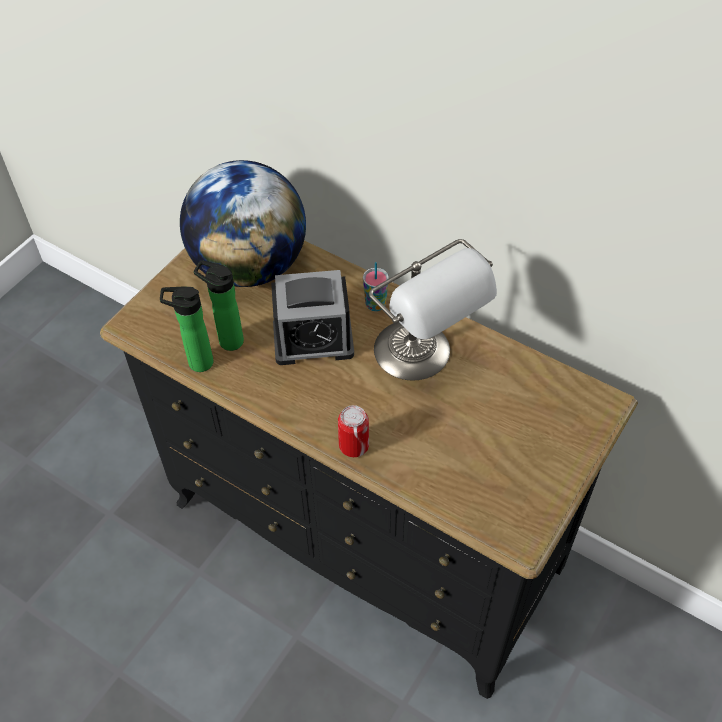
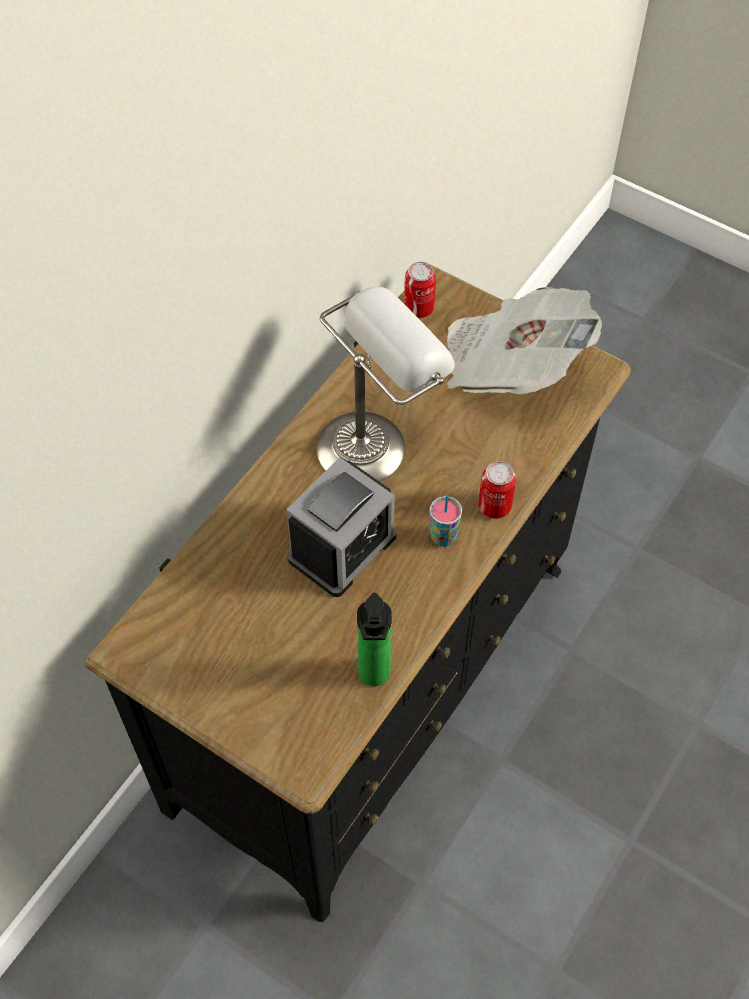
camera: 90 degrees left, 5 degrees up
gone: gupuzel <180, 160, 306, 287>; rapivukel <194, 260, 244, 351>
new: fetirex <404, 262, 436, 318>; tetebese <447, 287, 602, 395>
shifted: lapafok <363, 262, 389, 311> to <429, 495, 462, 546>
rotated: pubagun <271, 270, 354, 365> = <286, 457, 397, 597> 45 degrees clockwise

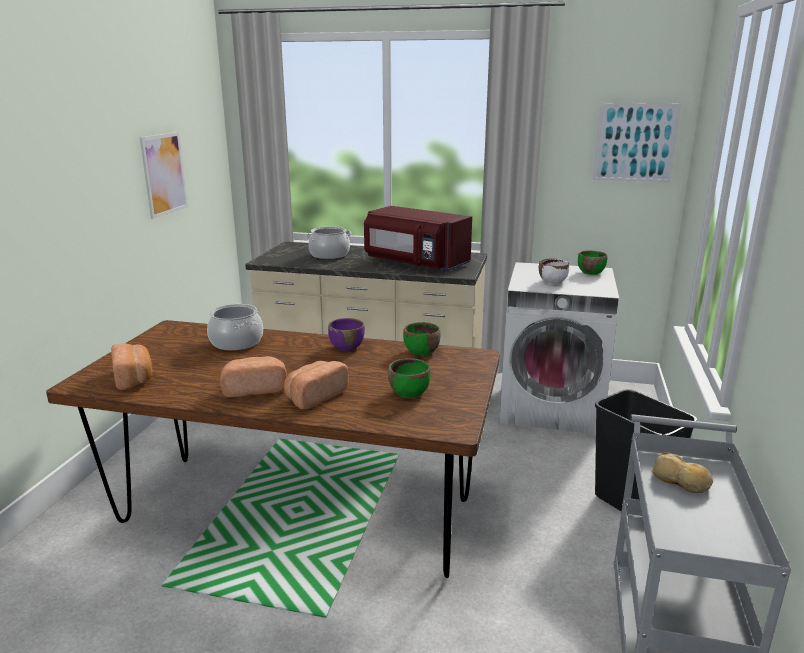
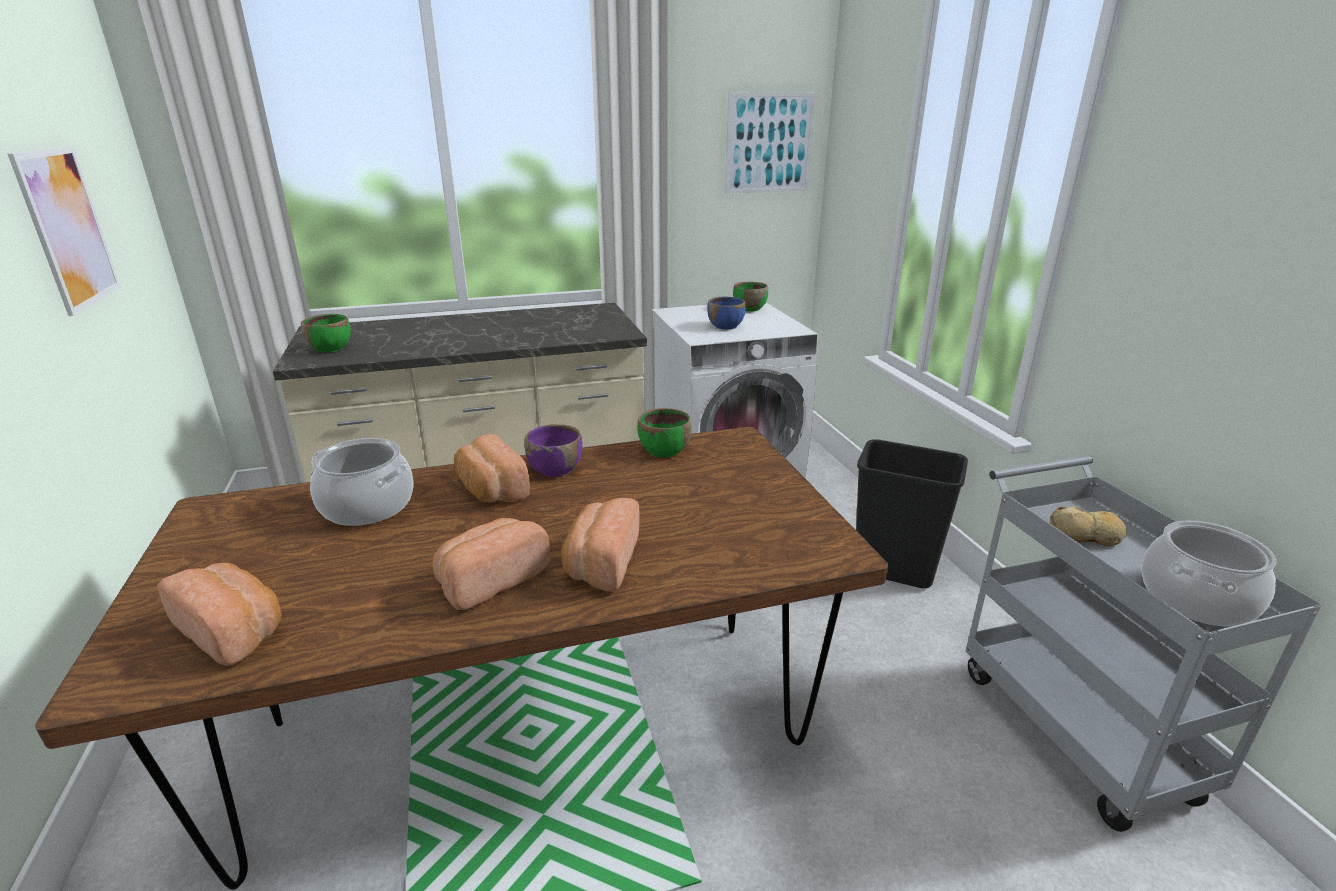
camera: 30 degrees left, 5 degrees up
gone: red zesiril <364, 206, 472, 271>
new: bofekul <454, 434, 530, 503>
shifted: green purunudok <388, 358, 431, 398> to <301, 314, 351, 353>; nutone <306, 227, 352, 259> to <1142, 520, 1276, 627>
repainted: white purunudok <539, 258, 569, 284> to blue purunudok <707, 297, 745, 330>

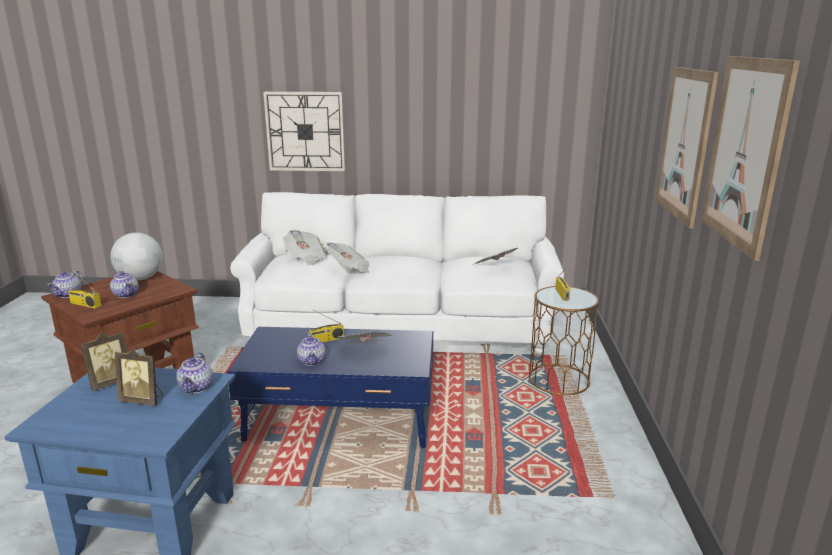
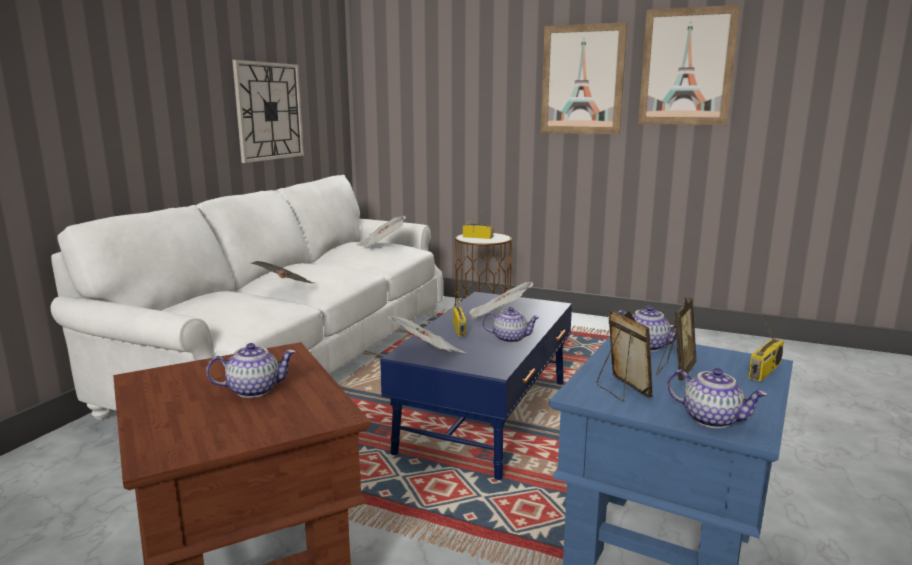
camera: 70 degrees left, 5 degrees down
gone: gupuzel <110, 233, 163, 280>
shifted: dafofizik <263, 92, 345, 171> to <232, 60, 304, 163>; tetebese <283, 230, 327, 265> to <387, 316, 466, 353>; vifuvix <47, 270, 83, 298> to <667, 368, 768, 428>; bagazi <68, 275, 101, 309> to <748, 316, 784, 382>

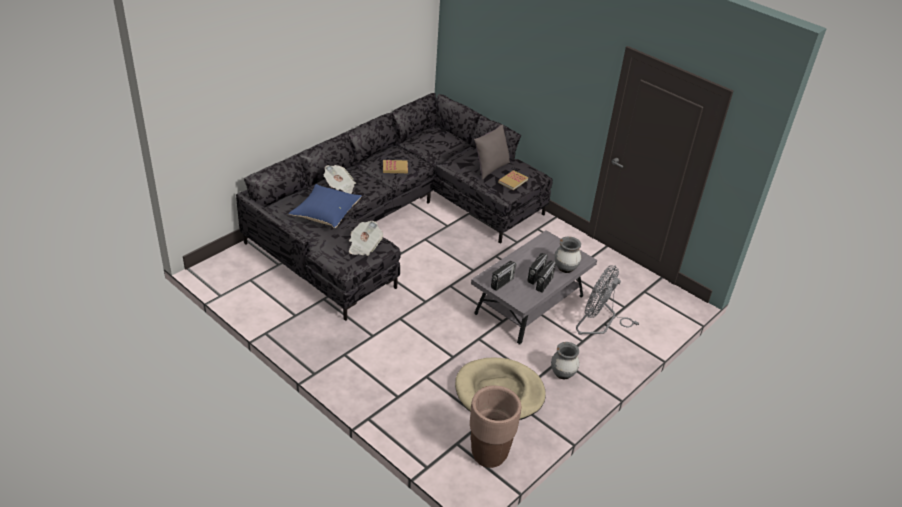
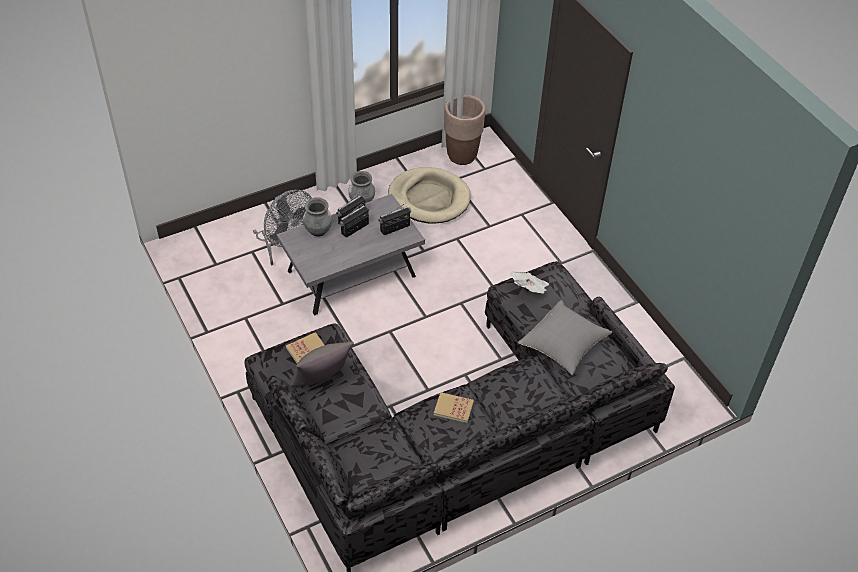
camera: 160 degrees left, 10 degrees up
gone: tetebese <324, 165, 356, 194>
repainted: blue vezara <289, 184, 362, 228> to grey vezara <518, 300, 612, 375>

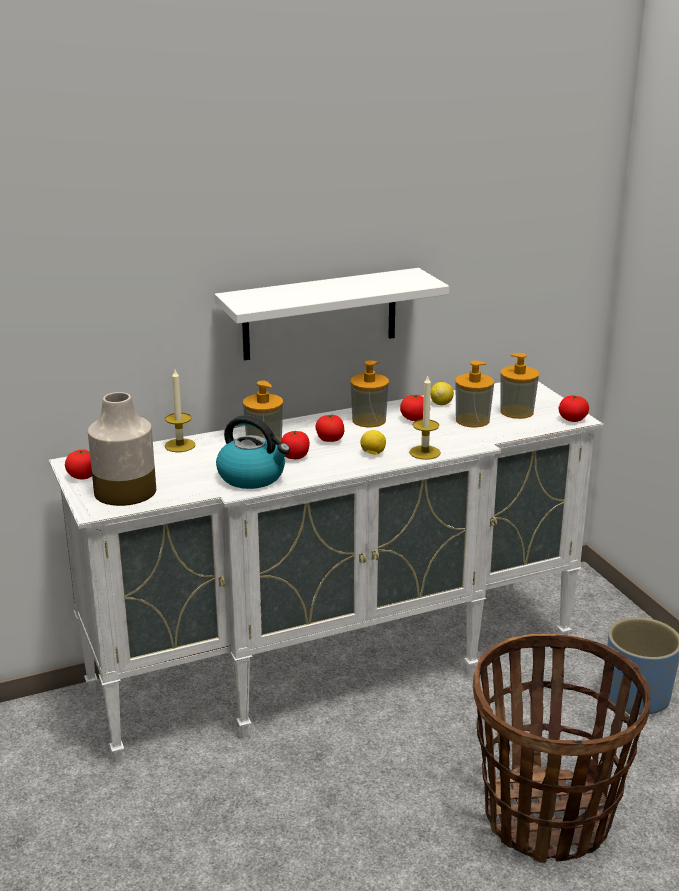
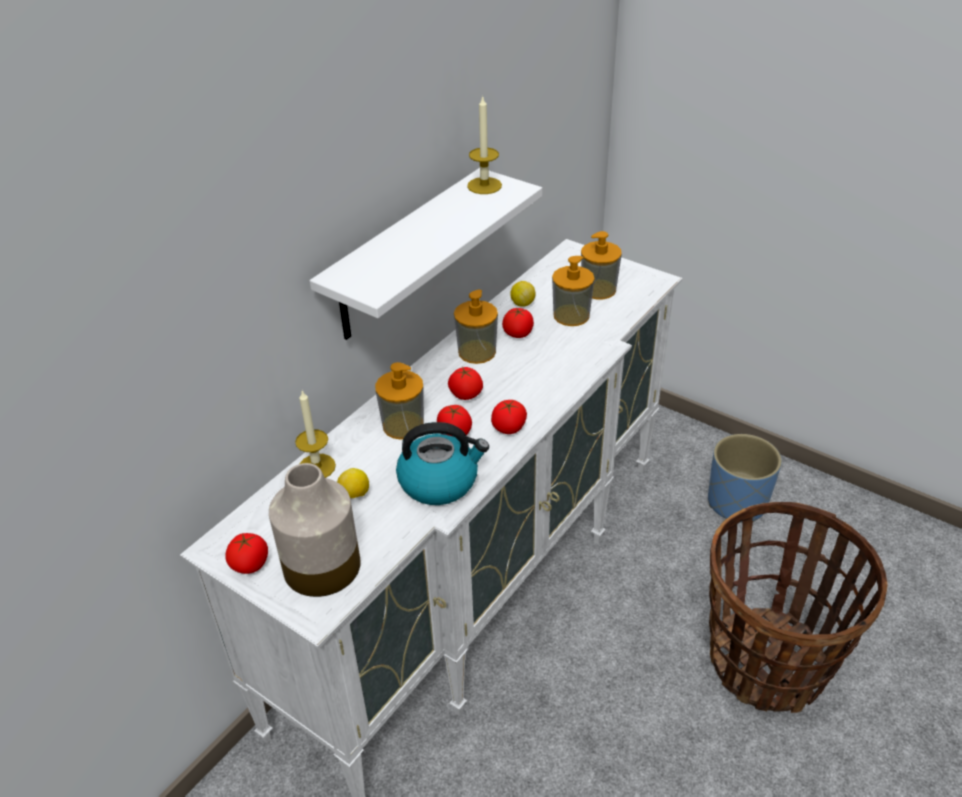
camera: 30 degrees left, 15 degrees up
shifted: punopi <360, 430, 386, 455> to <337, 468, 369, 499>; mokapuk <409, 376, 441, 460> to <467, 95, 502, 194>; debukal <559, 395, 589, 422> to <491, 400, 527, 434>

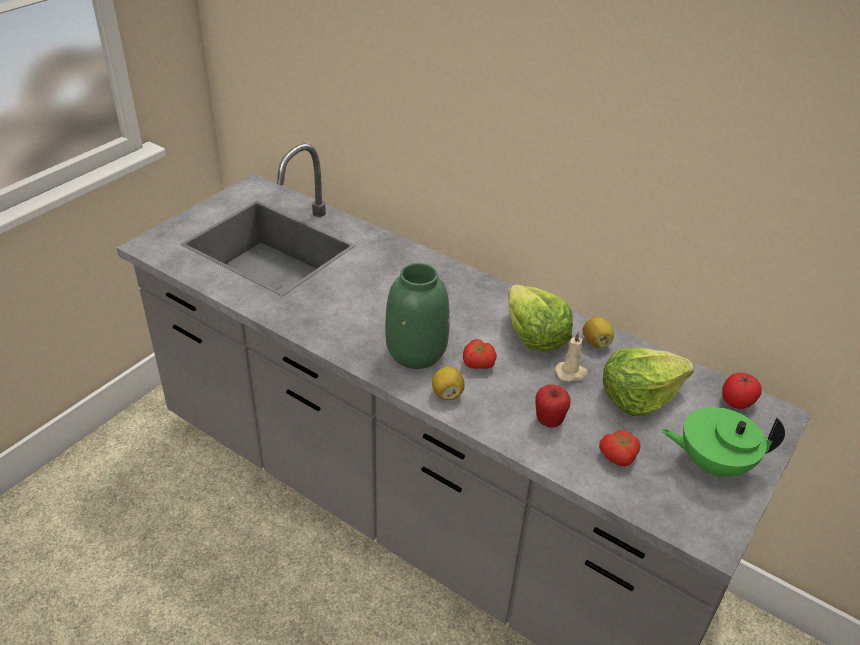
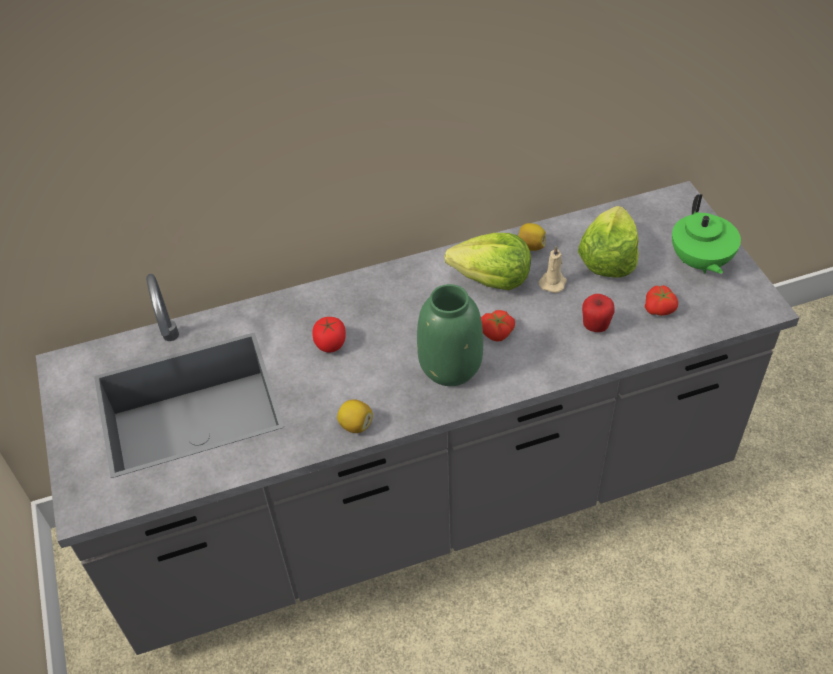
camera: 50 degrees left, 10 degrees up
shifted: debukal <722, 373, 762, 409> to <312, 317, 346, 353>; punopi <432, 367, 465, 400> to <337, 399, 373, 433>
rotated: green vifuvix <661, 407, 785, 478> = <672, 194, 741, 274> 45 degrees counterclockwise

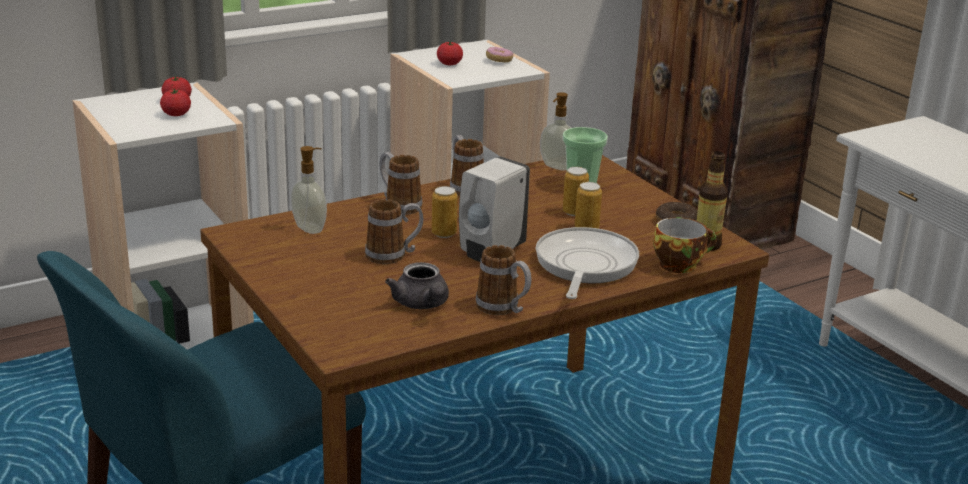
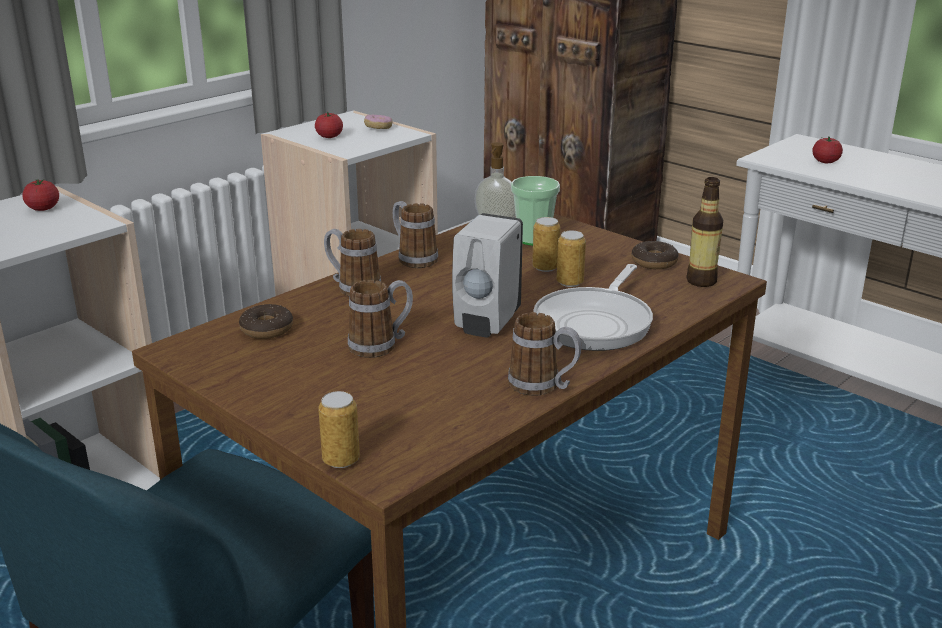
camera: 15 degrees left, 0 degrees up
gone: grey vifuvix <385, 262, 449, 309>; lapafok <653, 217, 717, 273>
shifted: fetirex <432, 186, 458, 238> to <318, 391, 360, 468>; debukal <160, 88, 191, 116> to <812, 137, 843, 163>
swapped: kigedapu <291, 146, 327, 234> to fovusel <239, 304, 293, 339>
rotated: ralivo <536, 227, 639, 299> = <533, 264, 653, 351> 150 degrees counterclockwise

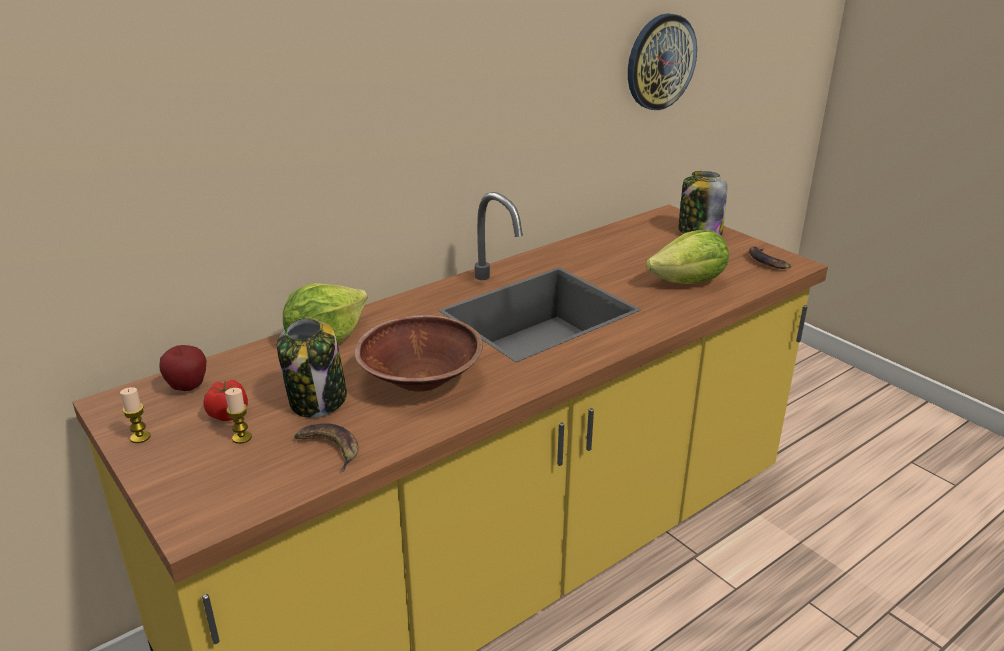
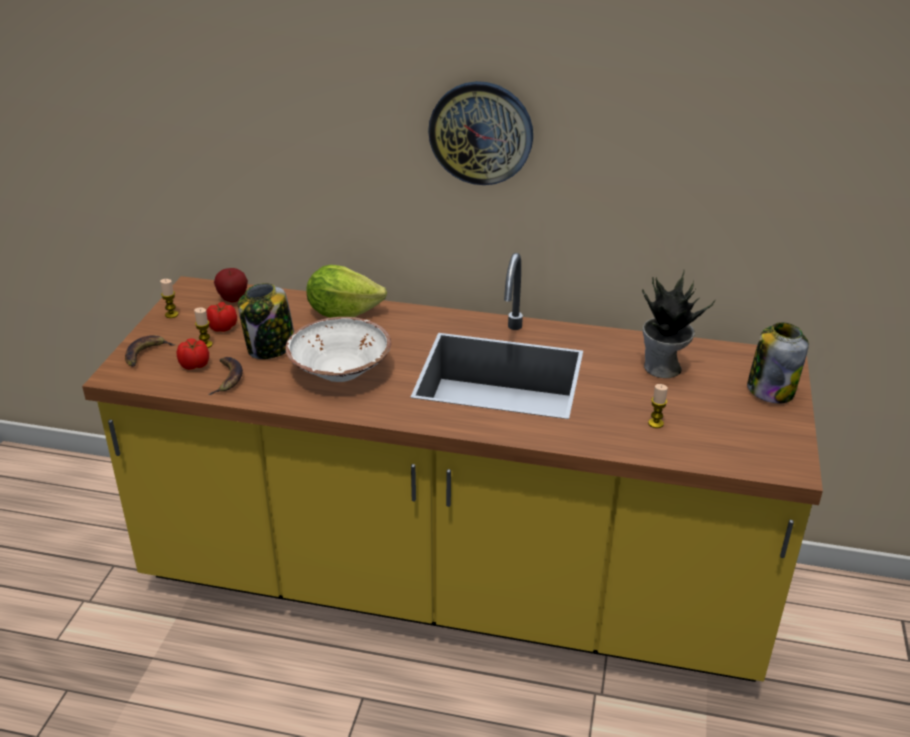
camera: 50 degrees right, 5 degrees up
new: debukal <177, 338, 209, 370>; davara <642, 270, 715, 378>
shifted: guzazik <749, 246, 791, 269> to <125, 335, 176, 367>; dafofizik <628, 13, 697, 110> to <428, 81, 533, 185>
swapped: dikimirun <646, 230, 729, 284> to mokapuk <648, 384, 668, 428>
repainted: brown purunudok <354, 315, 483, 392> to white purunudok <285, 317, 391, 382>

